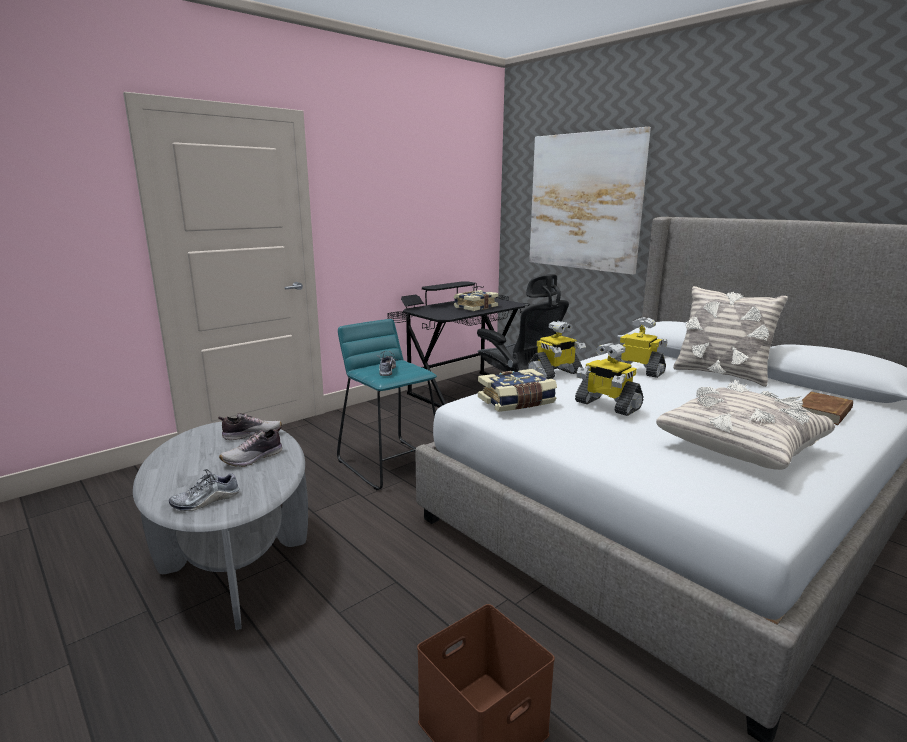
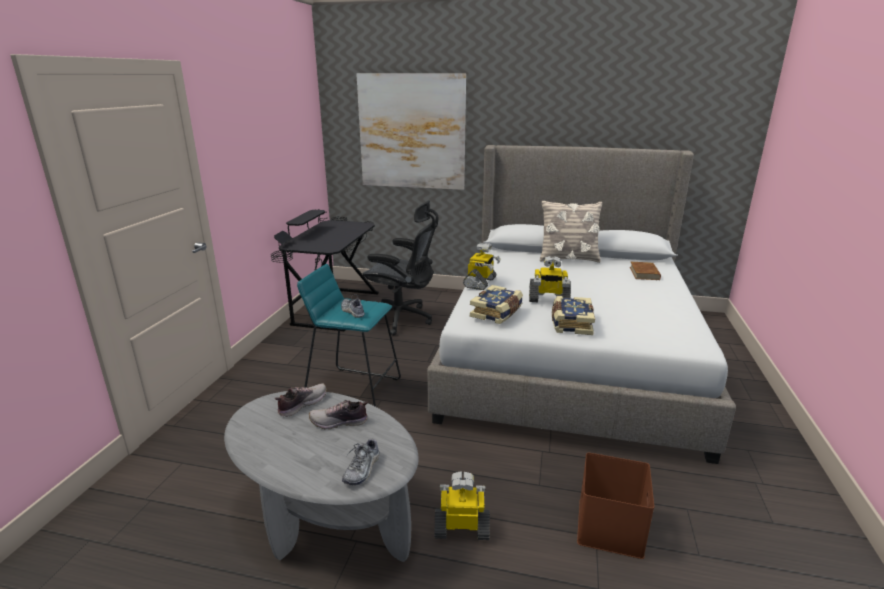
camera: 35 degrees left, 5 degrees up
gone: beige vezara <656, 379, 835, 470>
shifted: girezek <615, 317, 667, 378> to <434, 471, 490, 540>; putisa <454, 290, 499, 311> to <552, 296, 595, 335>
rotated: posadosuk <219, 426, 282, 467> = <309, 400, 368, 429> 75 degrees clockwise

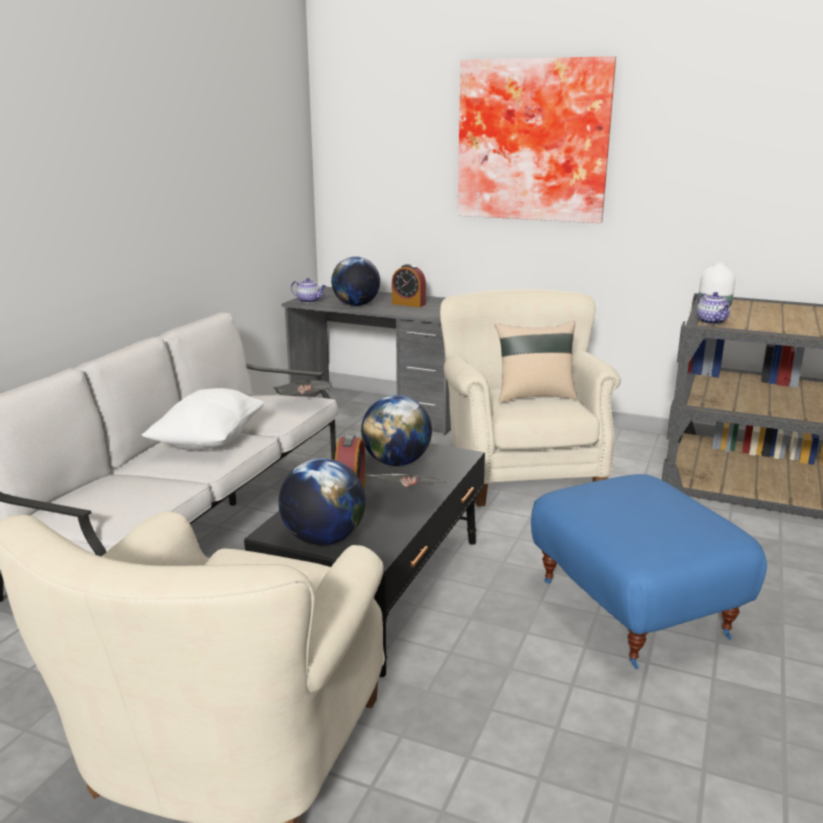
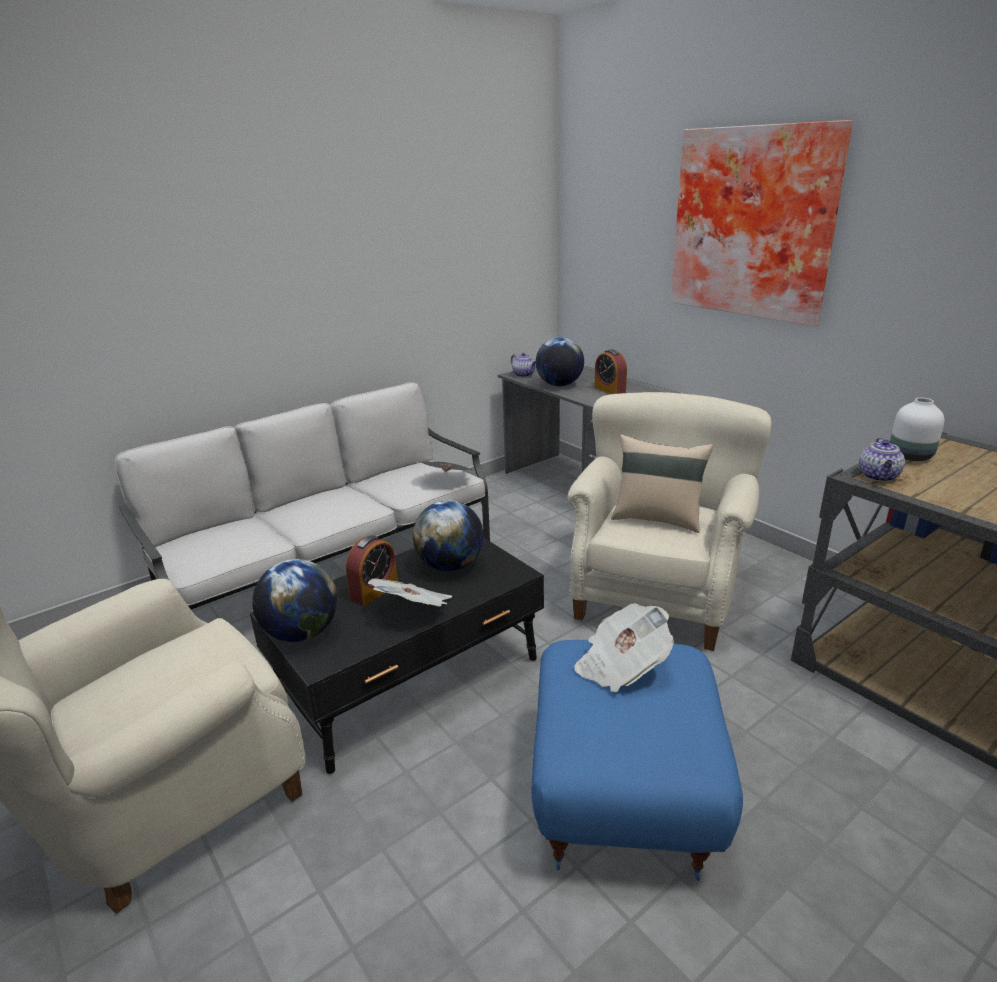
camera: 30 degrees right, 5 degrees up
gone: white vezara <142, 388, 264, 449>
new: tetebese <574, 603, 674, 692>

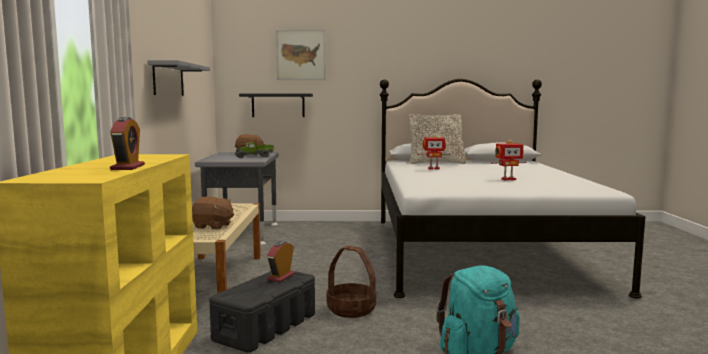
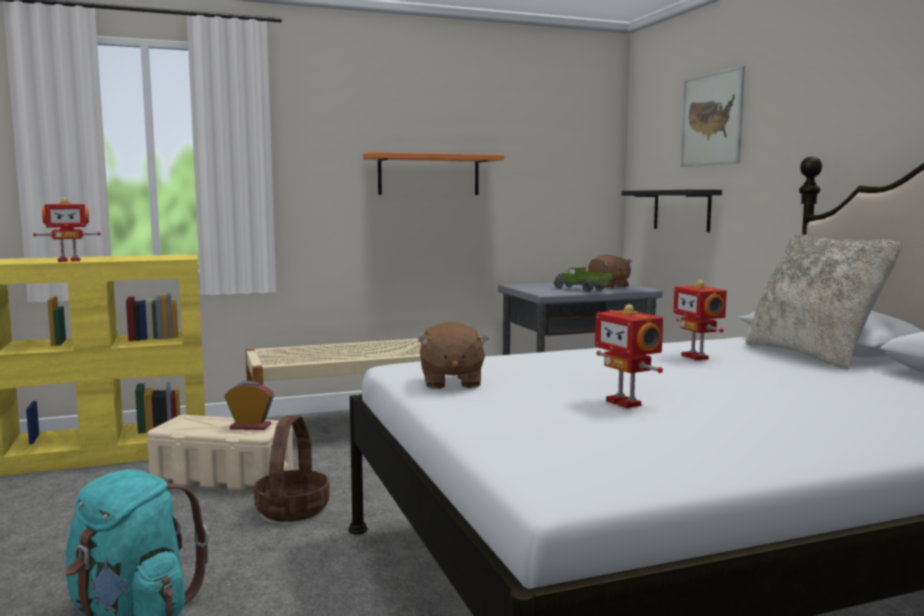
camera: 70 degrees right, 0 degrees up
shifted: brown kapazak <192, 197, 234, 230> to <418, 321, 489, 389>
swapped: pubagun <110, 117, 145, 170> to girezek <33, 198, 101, 262>
repainted: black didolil <209, 270, 315, 352> to beige didolil <147, 415, 293, 491>; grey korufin <147, 60, 210, 96> to orange korufin <363, 152, 504, 195>

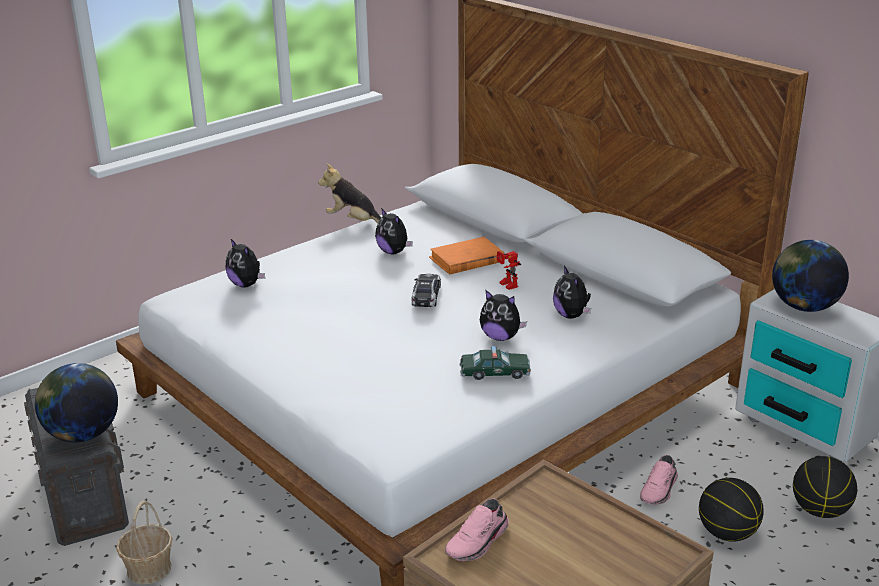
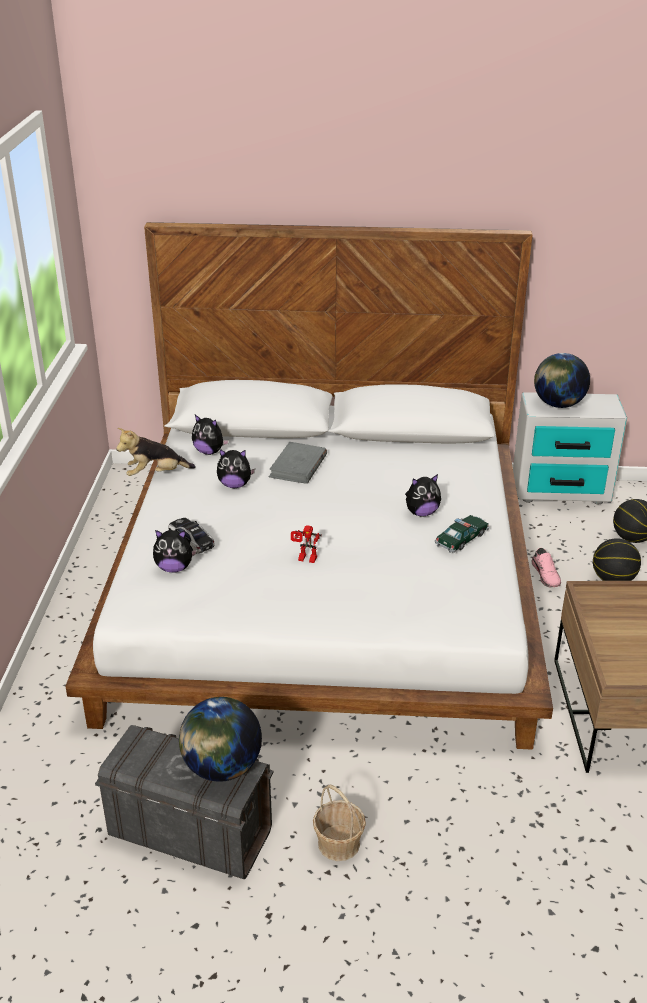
camera: 45 degrees left, 5 degrees up
gone: pink posadosuk <445, 499, 509, 561>
shifted: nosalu <411, 274, 441, 307> to <169, 518, 215, 554>; kapazak <553, 265, 591, 319> to <192, 415, 229, 455>; girezek <497, 251, 521, 290> to <291, 525, 322, 563>
repainted: orange putisa <429, 237, 505, 275> to grey putisa <269, 442, 327, 484>

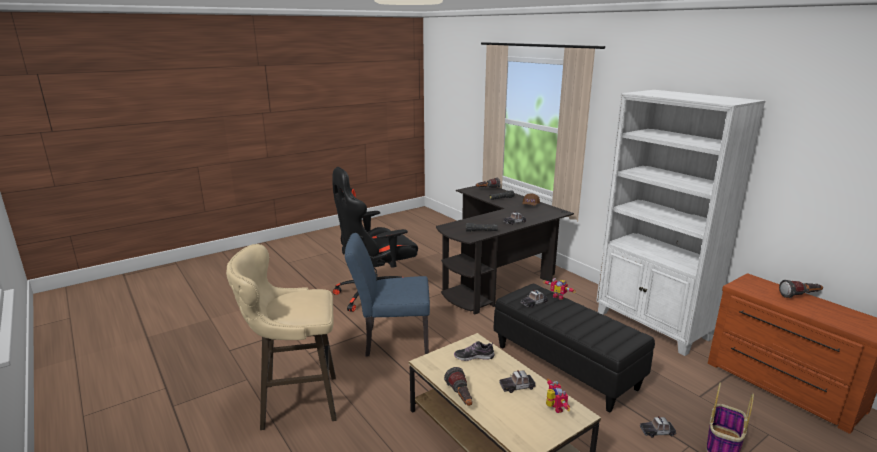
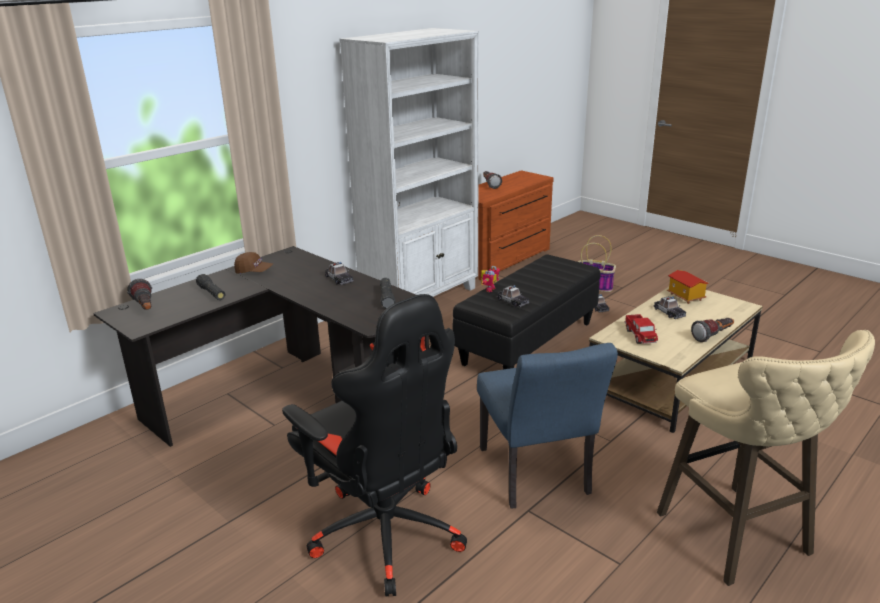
camera: 100 degrees left, 5 degrees up
swapped: posadosuk <454, 341, 494, 361> to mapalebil <625, 314, 658, 344>; girezek <546, 379, 570, 413> to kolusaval <667, 270, 708, 304>

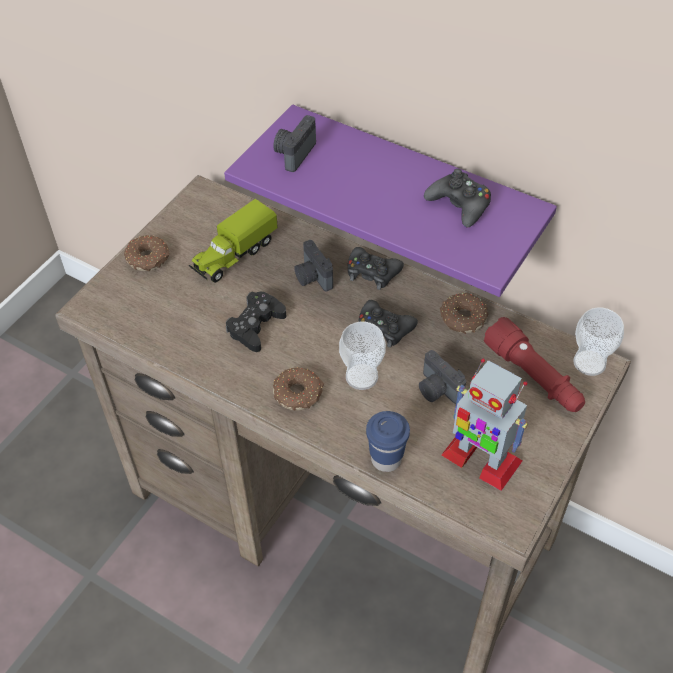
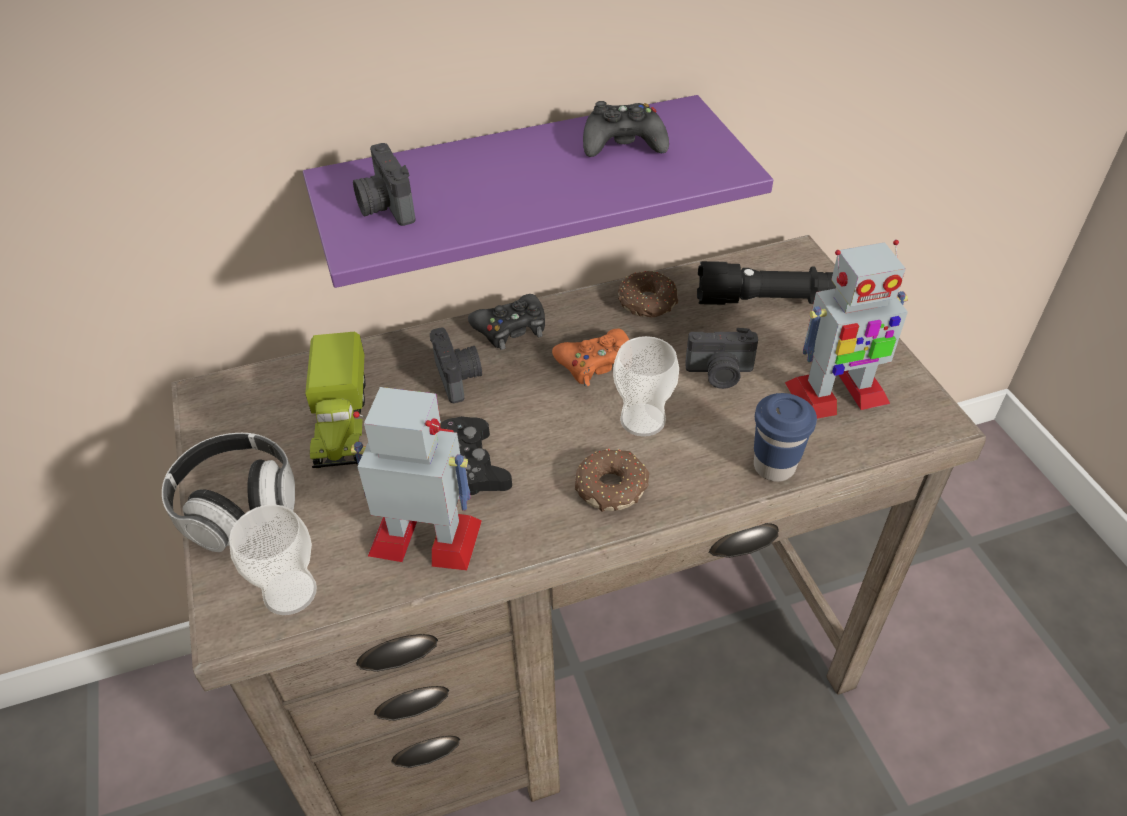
camera: 50 degrees left, 5 degrees down
new: girezek <351, 387, 482, 570>
shifted: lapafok <573, 308, 624, 376> to <229, 504, 317, 615>
swapped: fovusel <124, 235, 170, 271> to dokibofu <162, 433, 295, 552>
repainted: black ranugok <358, 300, 418, 348> to orange ranugok <552, 328, 629, 386>; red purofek <484, 317, 585, 412> to black purofek <697, 261, 836, 305>
rotated: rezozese <294, 240, 333, 291> = <430, 327, 482, 403> 120 degrees counterclockwise

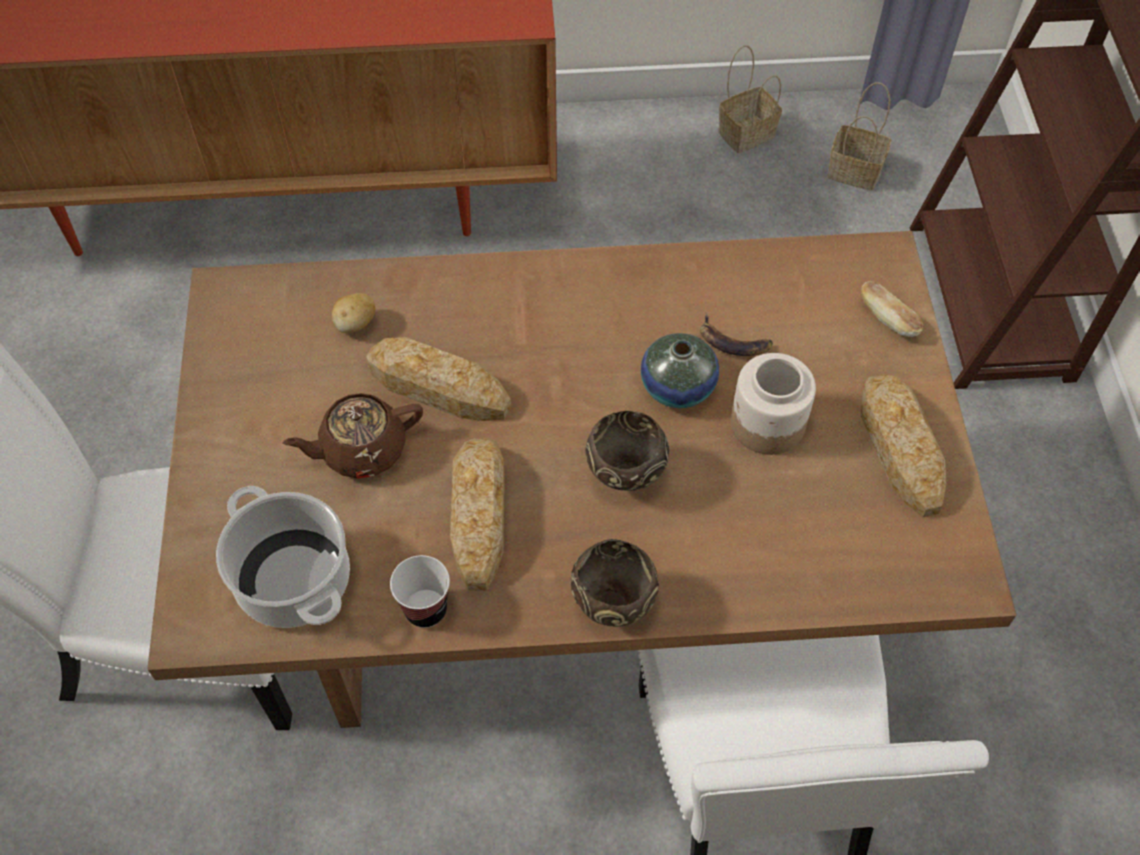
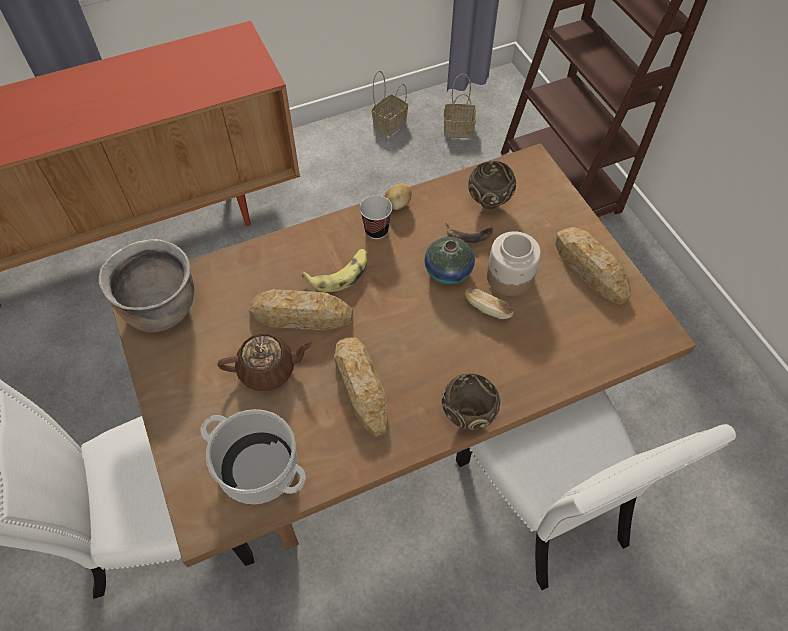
camera: 20 degrees left, 0 degrees up
new: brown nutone <99, 239, 194, 333>; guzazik <302, 249, 367, 292>
shifted: lapafok <390, 555, 450, 628> to <360, 195, 392, 239>; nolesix <332, 293, 375, 333> to <385, 184, 412, 210>; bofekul <861, 281, 923, 337> to <465, 288, 513, 319>; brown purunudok <585, 411, 669, 491> to <468, 161, 516, 209>
rotated: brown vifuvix <283, 393, 423, 479> = <218, 334, 313, 391> 150 degrees counterclockwise

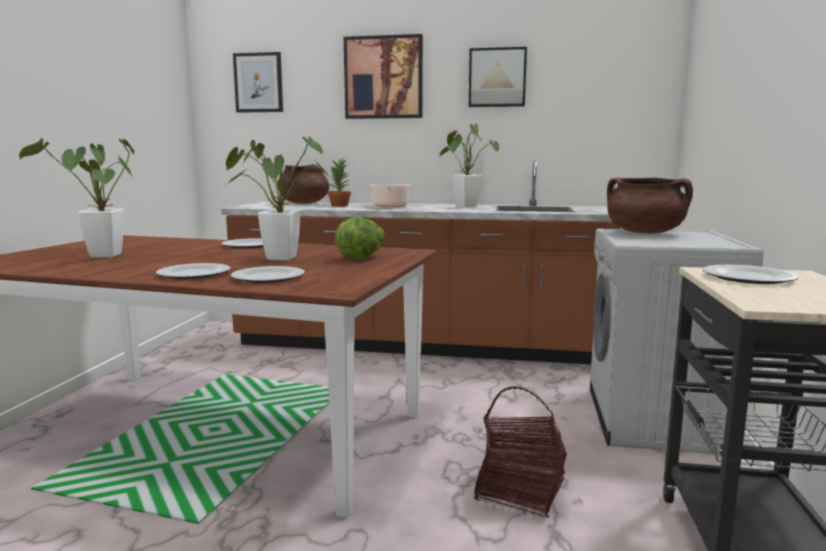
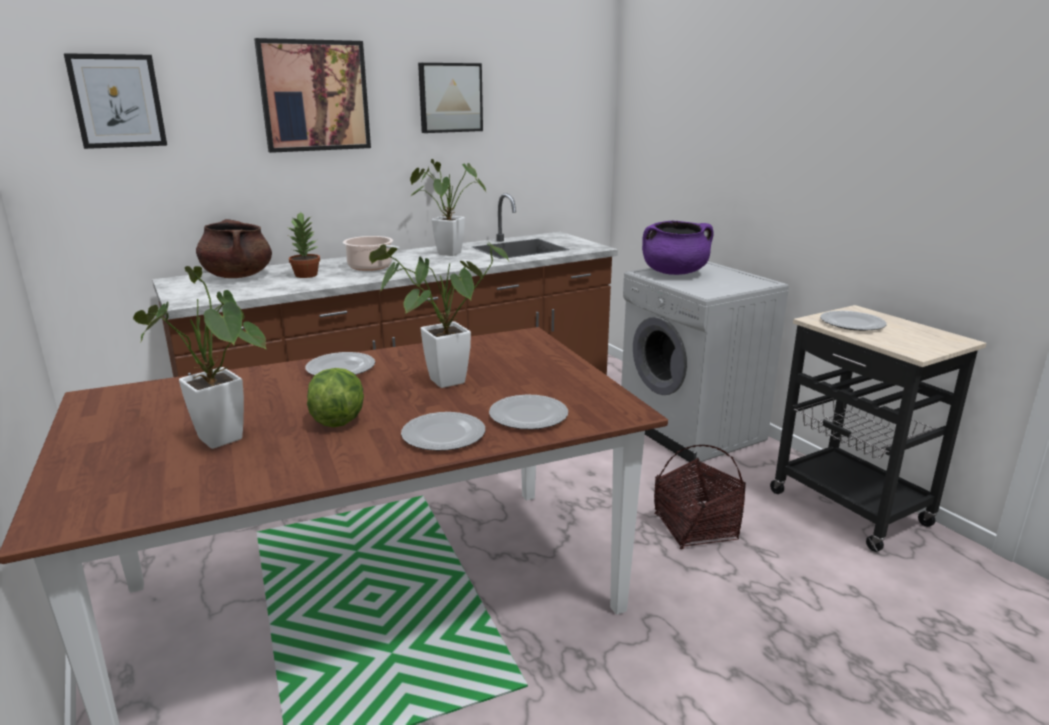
camera: 40 degrees left, 10 degrees up
shifted: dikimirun <335, 217, 385, 259> to <307, 368, 364, 427>
repainted: brown nutone <607, 178, 693, 233> to purple nutone <642, 220, 714, 275>

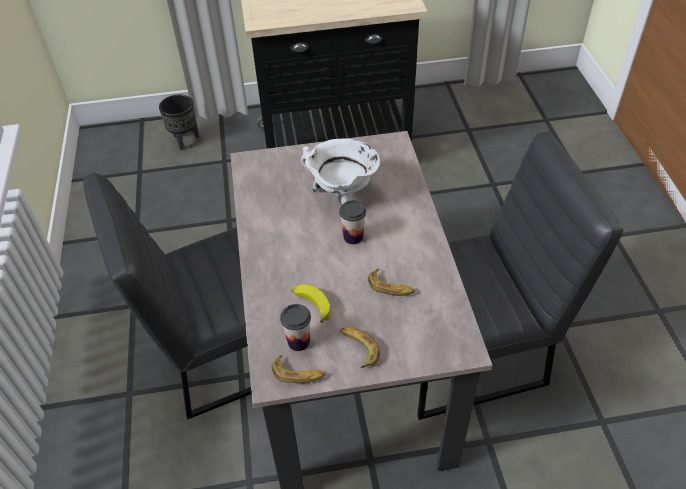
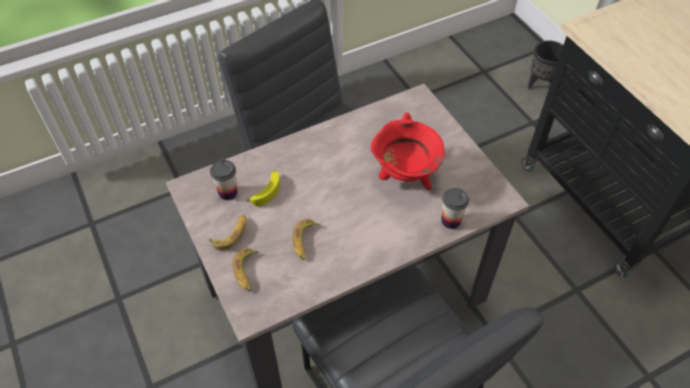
camera: 70 degrees right, 5 degrees up
shifted: guzazik <271, 355, 326, 383> to <233, 248, 259, 292>; lapafok <339, 200, 366, 244> to <441, 188, 469, 229>
repainted: white nutone <301, 138, 380, 206> to red nutone <371, 112, 445, 190>

